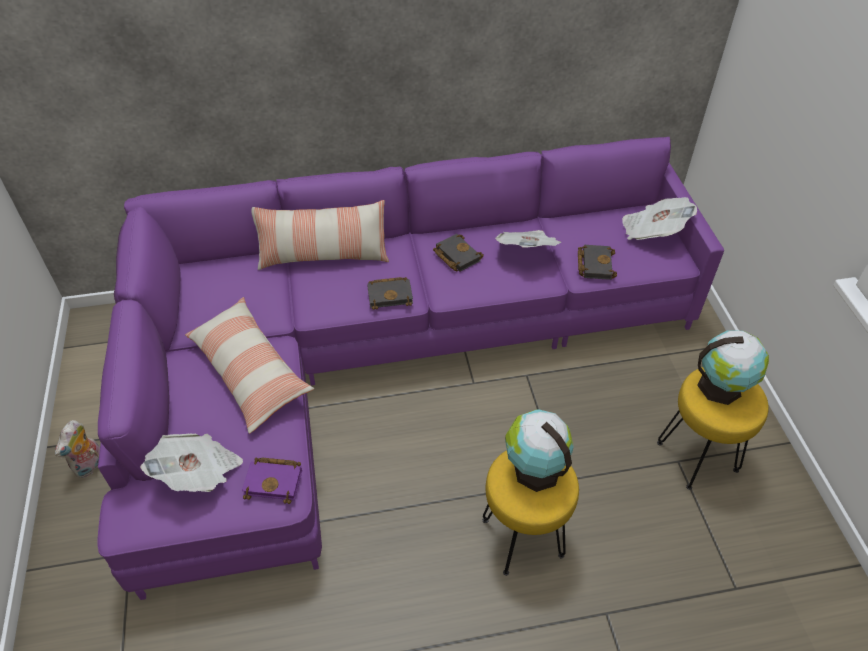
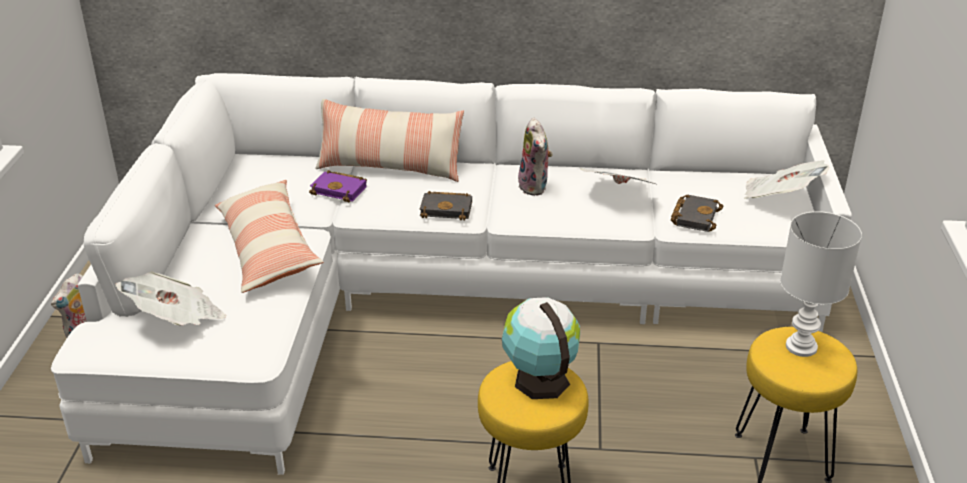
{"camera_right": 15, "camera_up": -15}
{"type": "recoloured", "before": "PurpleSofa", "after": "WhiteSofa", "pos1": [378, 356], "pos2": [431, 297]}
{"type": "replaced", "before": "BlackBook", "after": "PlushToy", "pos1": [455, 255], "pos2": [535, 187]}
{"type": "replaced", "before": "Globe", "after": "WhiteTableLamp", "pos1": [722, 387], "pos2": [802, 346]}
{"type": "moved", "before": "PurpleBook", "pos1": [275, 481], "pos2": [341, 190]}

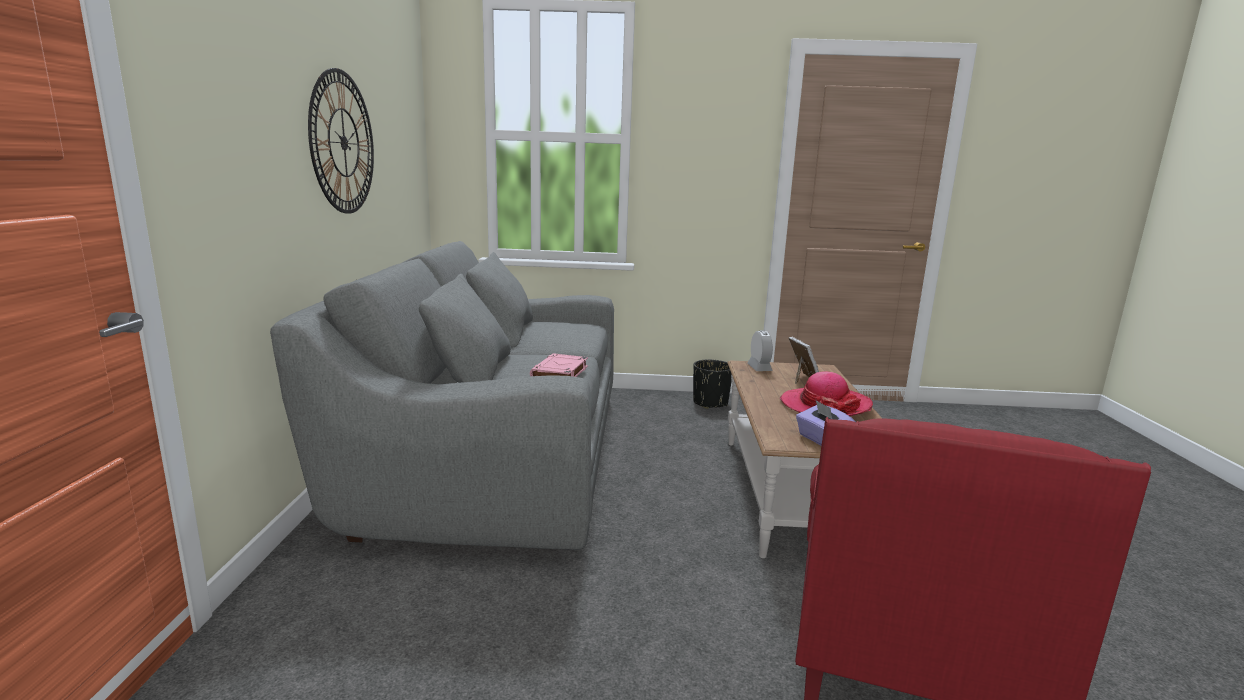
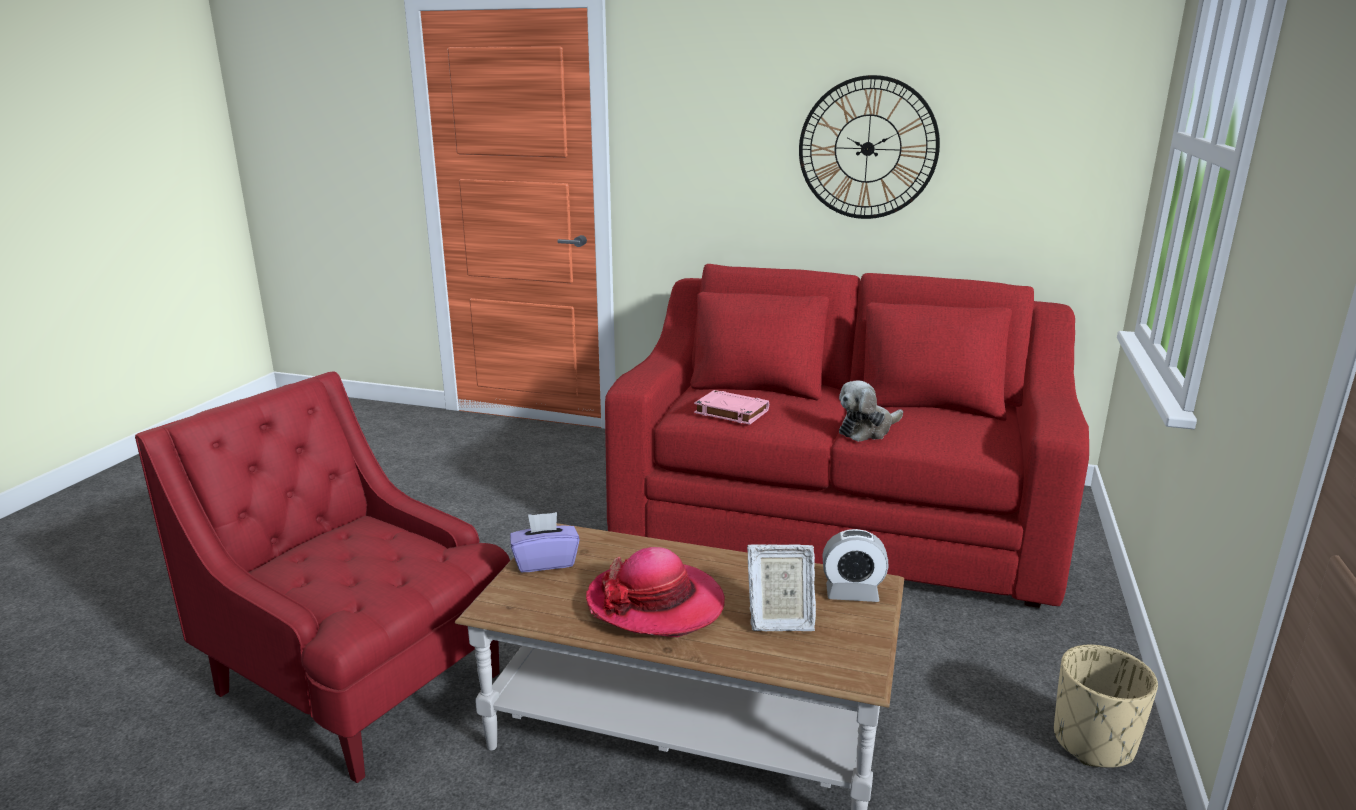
{"camera_right": 105, "camera_up": 5}
{"type": "recoloured", "before": "GreySofa", "after": "RedSofa", "pos1": [492, 455], "pos2": [837, 514]}
{"type": "recoloured", "before": "BlackPlanter", "after": "BeigePlanter", "pos1": [710, 403], "pos2": [1094, 743]}
{"type": "added", "after": "PlushToy", "pos2": [867, 430]}

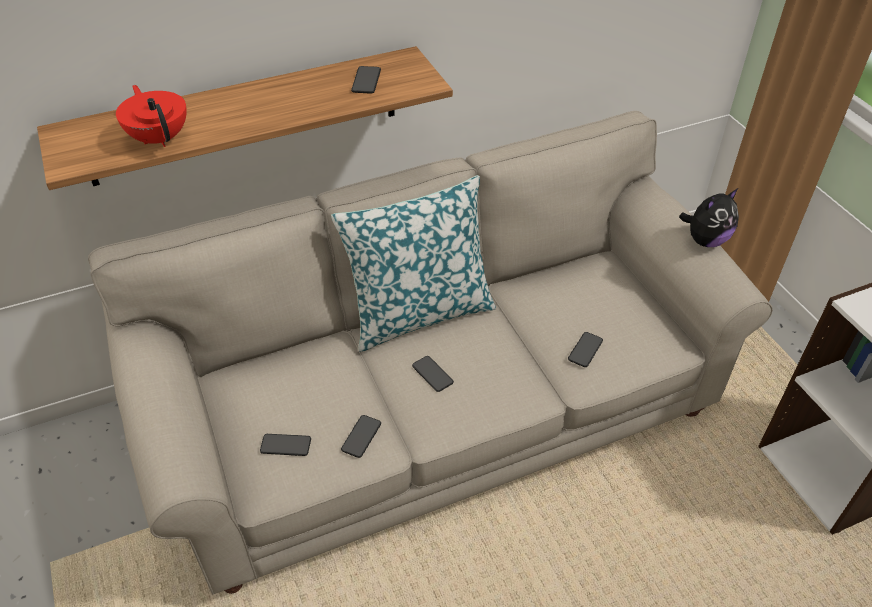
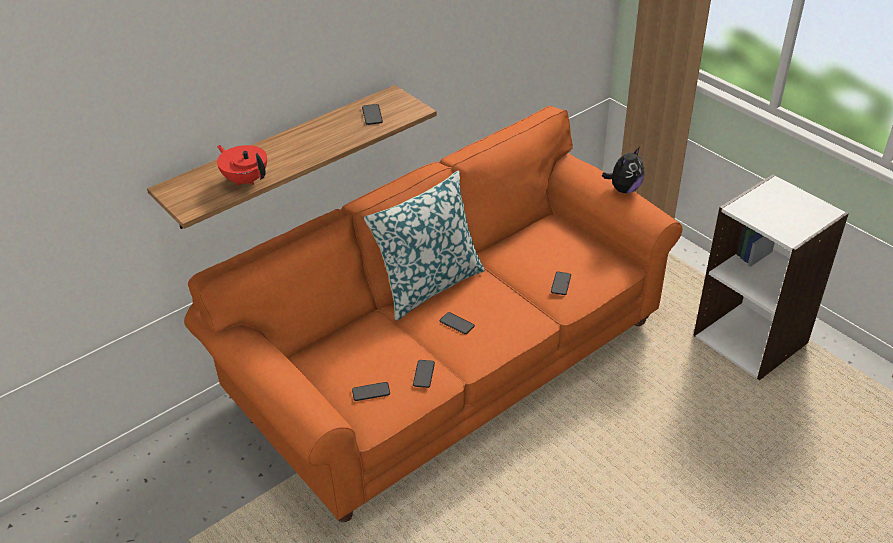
{"camera_right": -15, "camera_up": -5}
{"type": "recoloured", "before": "BeigeSofa", "after": "OrangeSofa", "pos1": [436, 408], "pos2": [449, 363]}

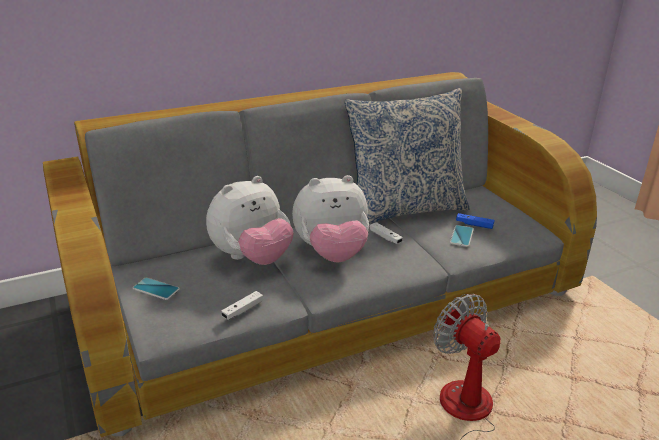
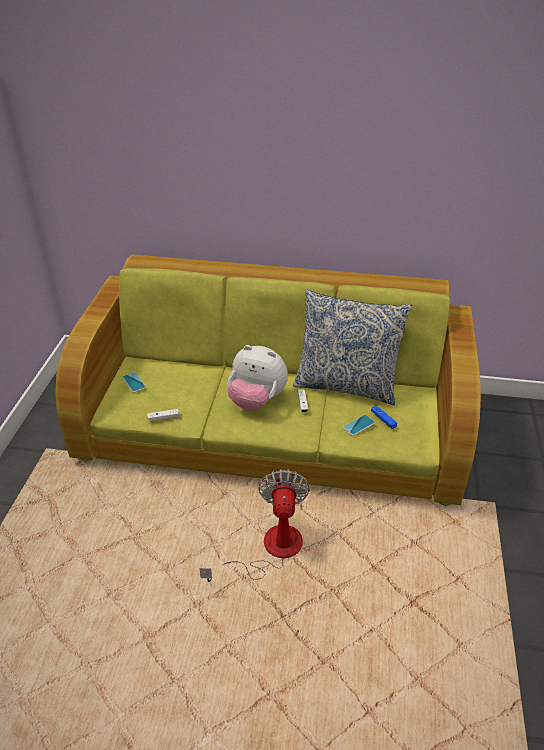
{"camera_right": 35, "camera_up": 10}
{"type": "recoloured", "before": "GreySofa", "after": "GreenSofa", "pos1": [329, 296], "pos2": [273, 427]}
{"type": "removed", "before": "PlushToy", "pos1": [252, 258]}

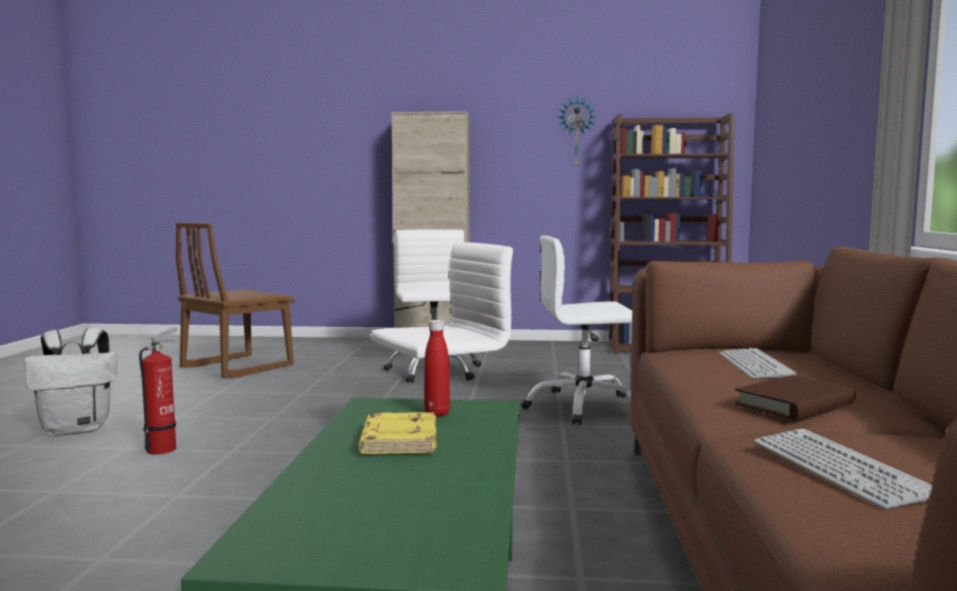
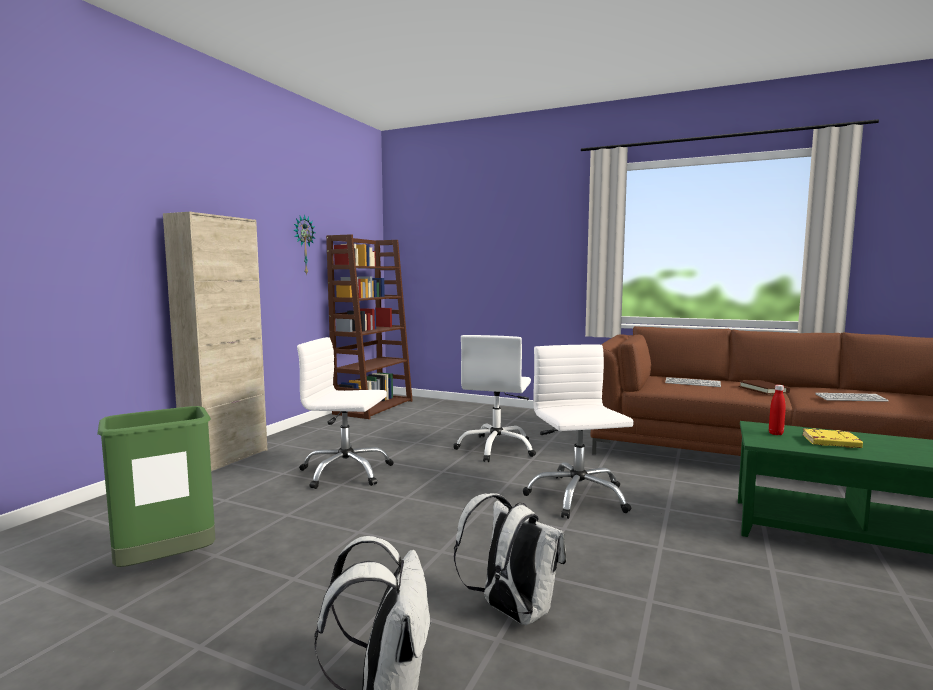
{"camera_right": -70, "camera_up": 0}
{"type": "replaced", "before": "BrownChair", "after": "GreenTrashCan", "pos1": [236, 367], "pos2": [166, 565]}
{"type": "replaced", "before": "FireExtinguisher", "after": "WhiteBackpack", "pos1": [164, 448], "pos2": [511, 612]}

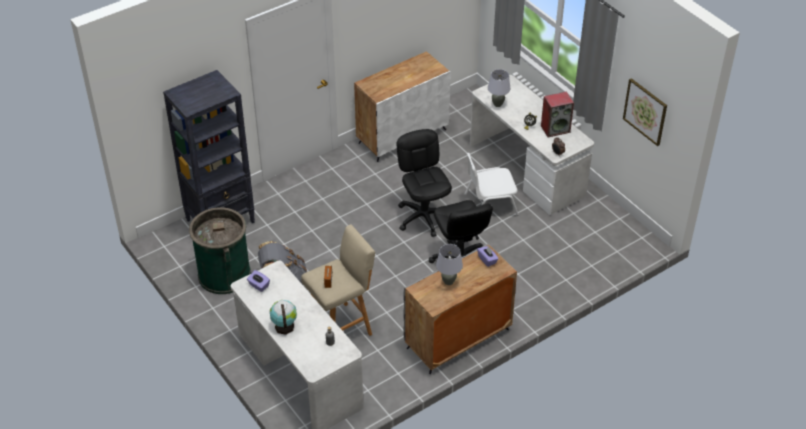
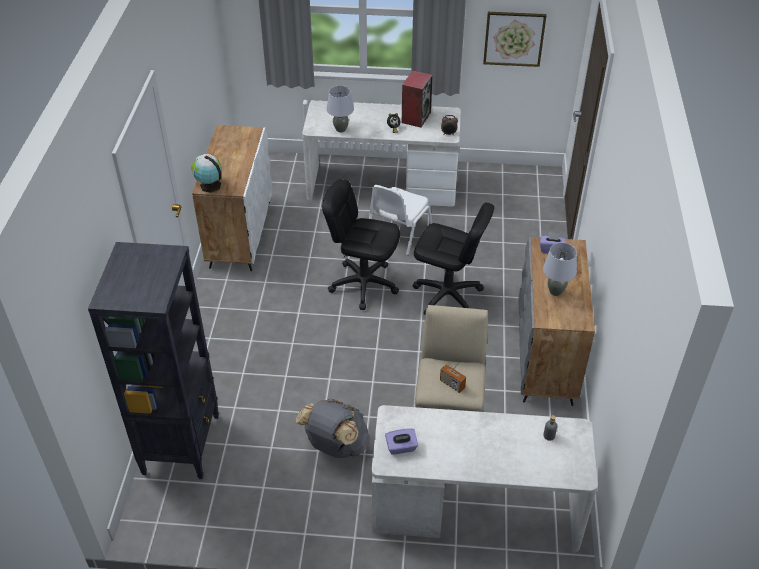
{"camera_right": -50, "camera_up": 0}
{"type": "removed", "before": "GreenTrashCan", "pos1": [224, 274]}
{"type": "moved", "before": "Globe", "pos1": [284, 326], "pos2": [209, 185]}

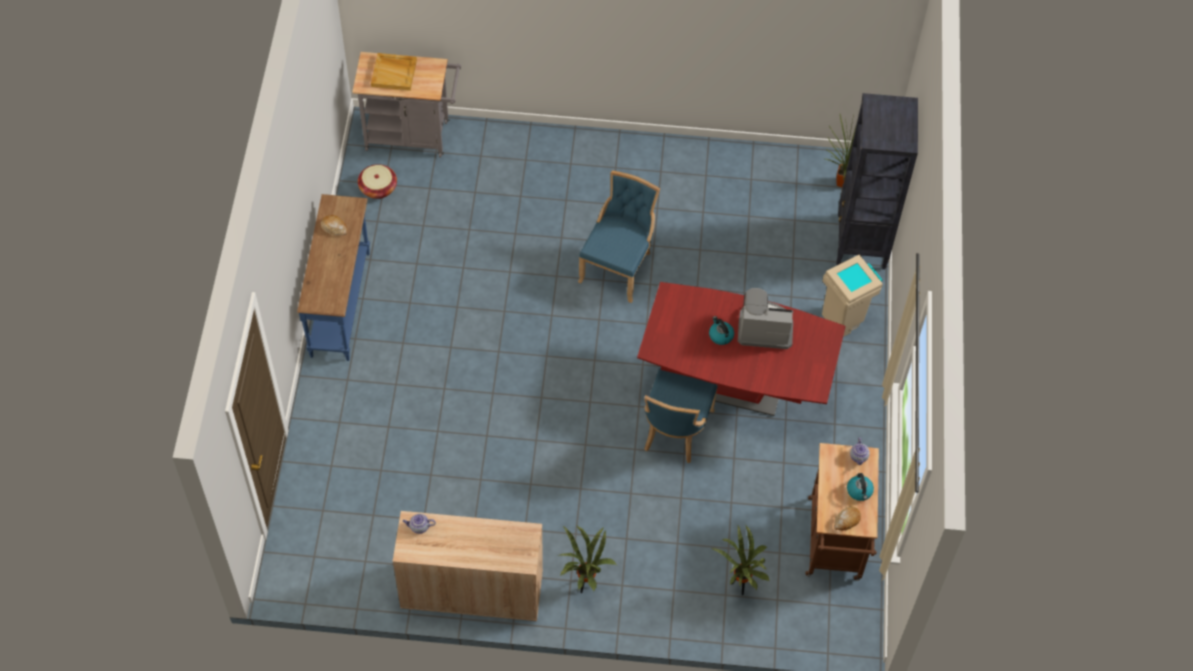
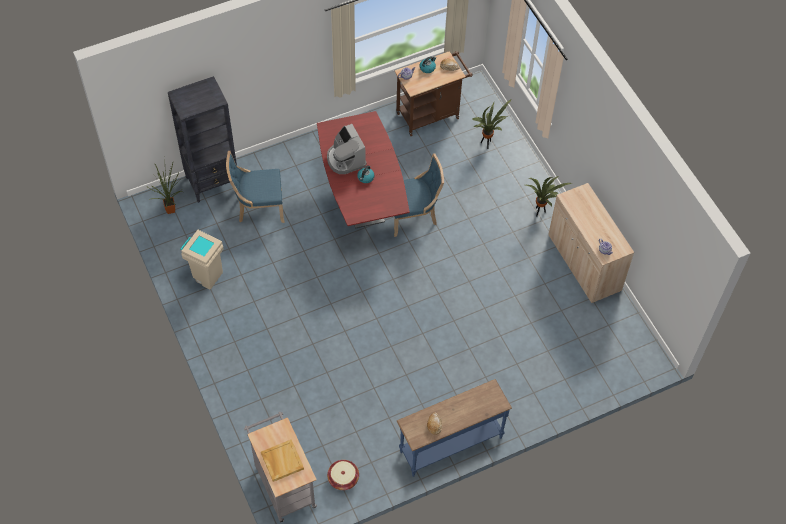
{"camera_right": -120, "camera_up": 0}
{"type": "moved", "before": "BlueChair", "pos1": [618, 266], "pos2": [258, 207]}
{"type": "moved", "before": "BeigeTrashCan", "pos1": [844, 319], "pos2": [206, 276]}

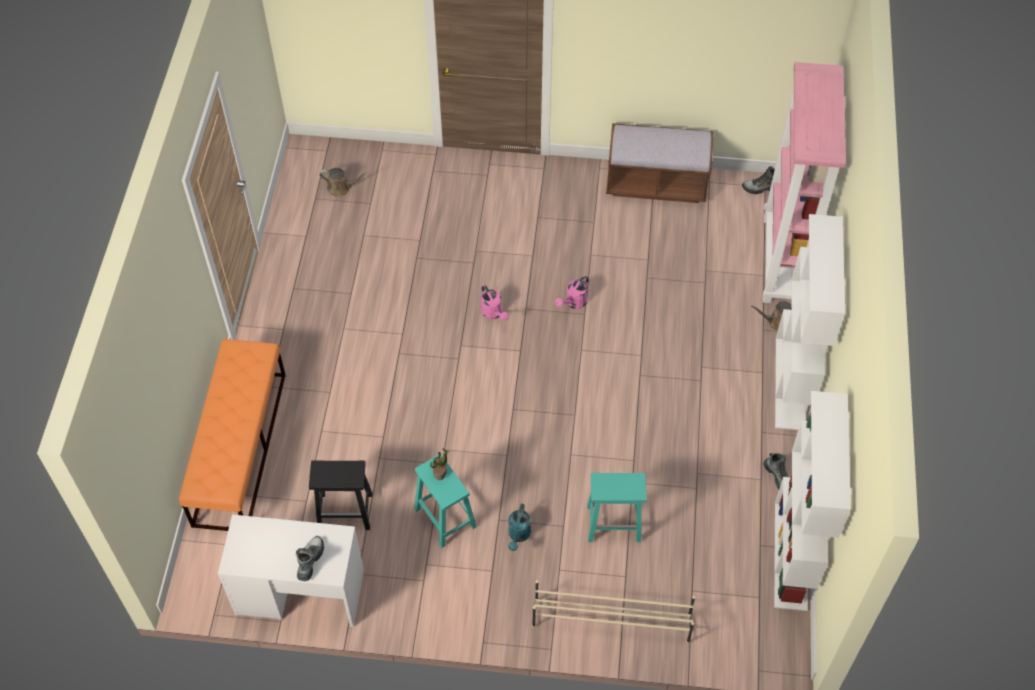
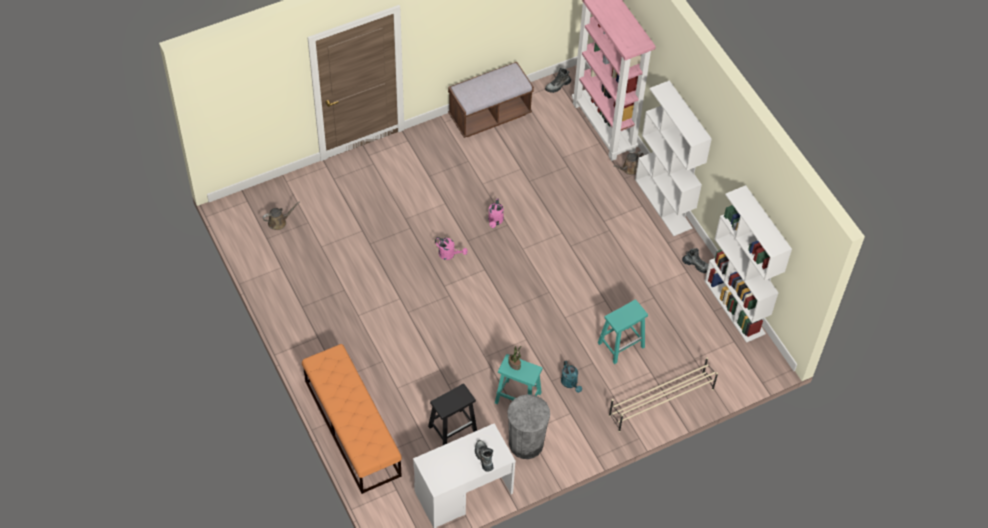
{"camera_right": -35, "camera_up": 0}
{"type": "added", "after": "GreyTrashCan", "pos2": [526, 443]}

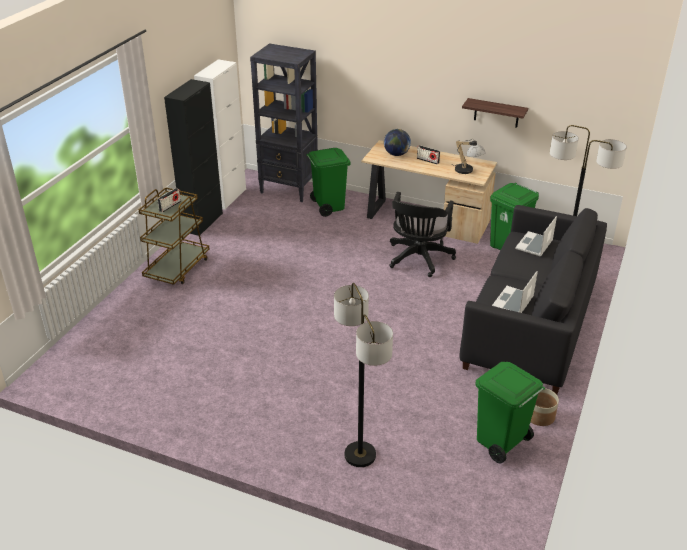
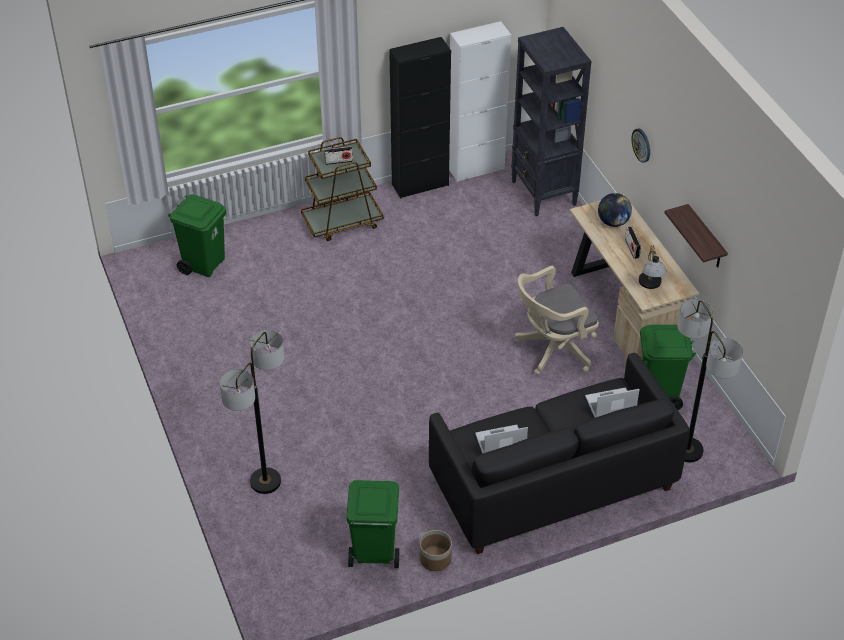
{"camera_right": 45, "camera_up": 10}
{"type": "moved", "before": "GreenTrashCan", "pos1": [328, 206], "pos2": [204, 264]}
{"type": "recoloured", "before": "BlackOfficeChair", "after": "BeigeOfficeChair", "pos1": [418, 260], "pos2": [552, 349]}
{"type": "added", "after": "WallClock", "pos2": [641, 145]}

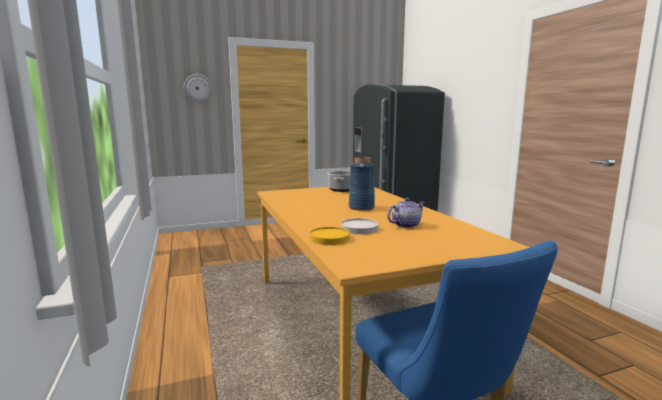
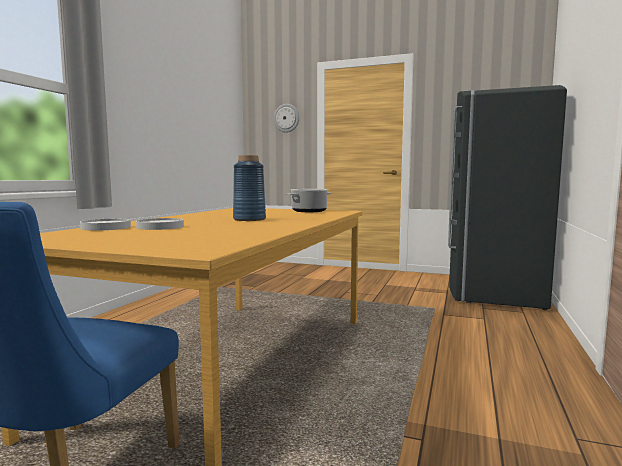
{"camera_right": 40, "camera_up": -5}
{"type": "removed", "before": "Teapot", "pos1": [405, 225]}
{"type": "recoloured", "before": "YellowPlate", "after": "WhitePlate", "pos1": [329, 238], "pos2": [105, 227]}

